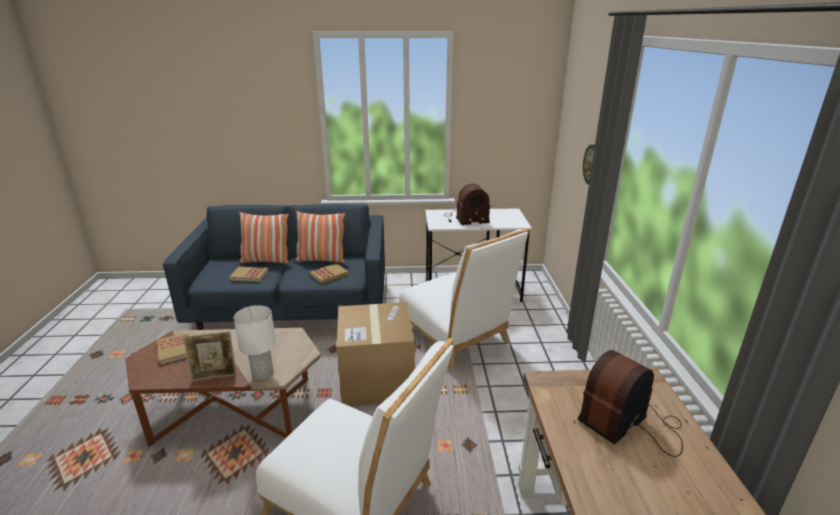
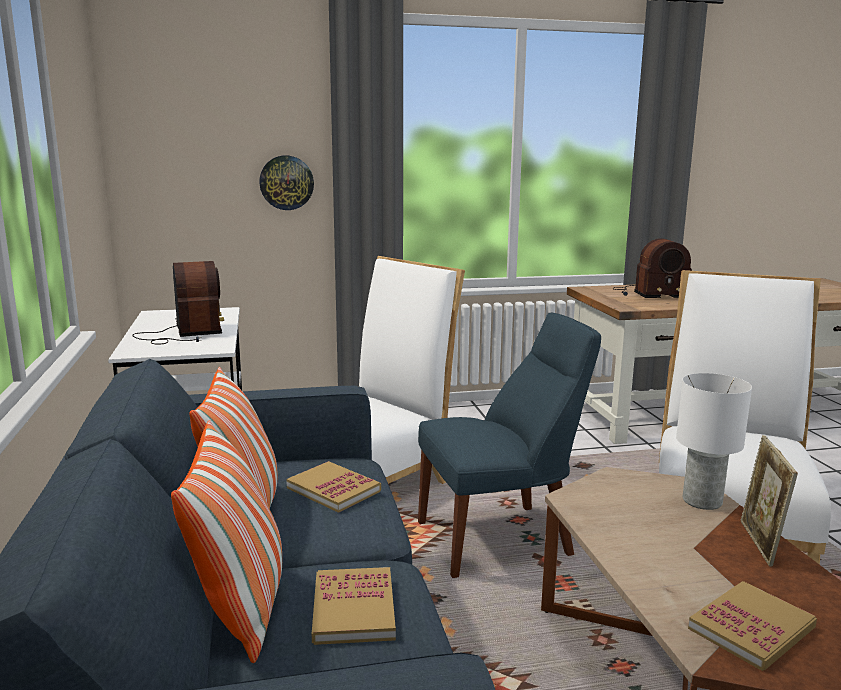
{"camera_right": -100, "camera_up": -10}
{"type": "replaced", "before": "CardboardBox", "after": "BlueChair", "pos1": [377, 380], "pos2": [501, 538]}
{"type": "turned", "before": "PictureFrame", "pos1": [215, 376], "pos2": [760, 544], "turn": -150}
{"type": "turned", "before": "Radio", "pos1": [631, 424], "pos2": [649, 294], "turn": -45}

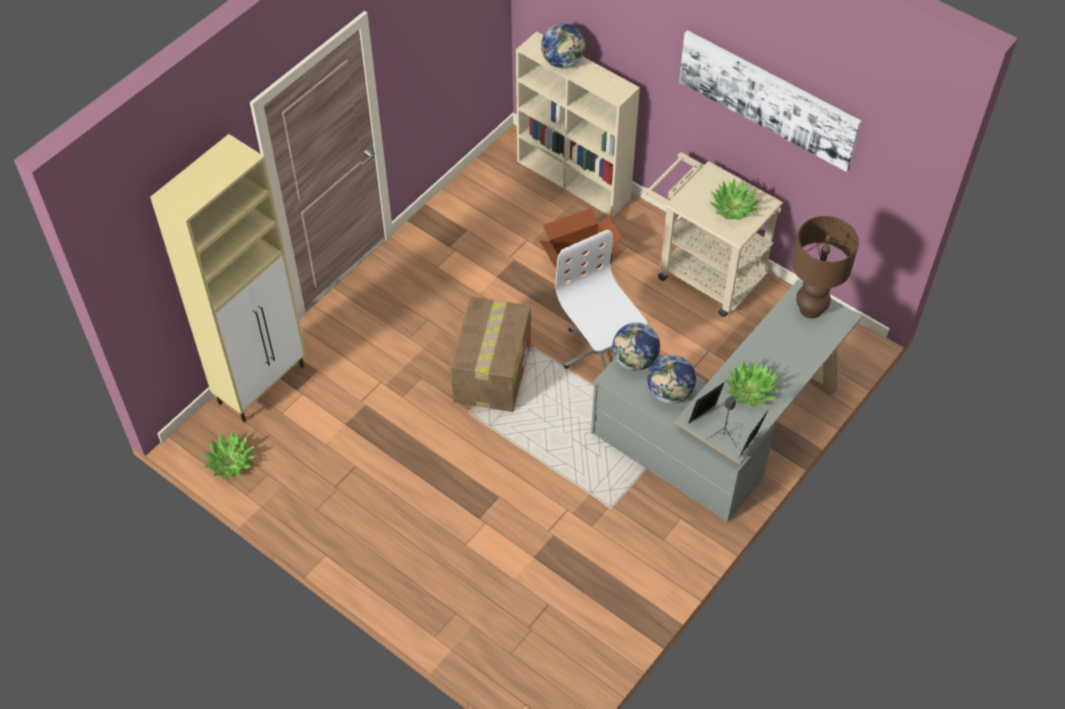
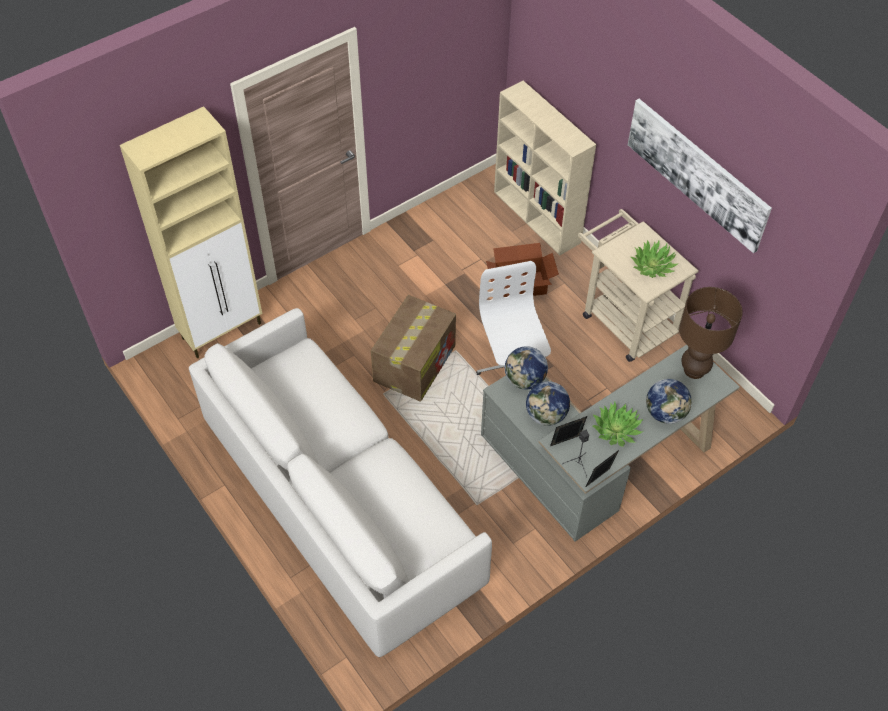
{"camera_right": 15, "camera_up": 0}
{"type": "moved", "before": "Globe", "pos1": [563, 62], "pos2": [665, 413]}
{"type": "removed", "before": "PottedPlant", "pos1": [230, 461]}
{"type": "added", "after": "WhiteSofa", "pos2": [340, 502]}

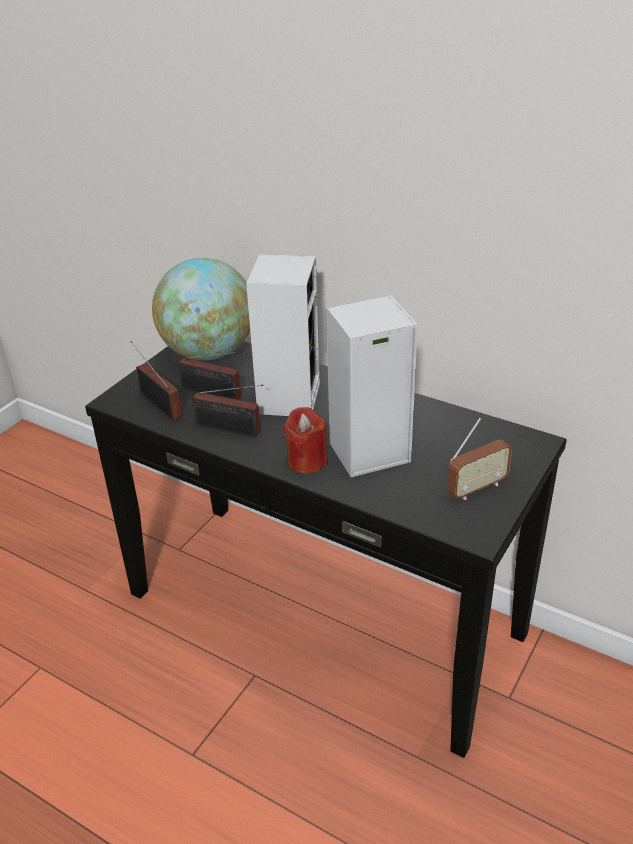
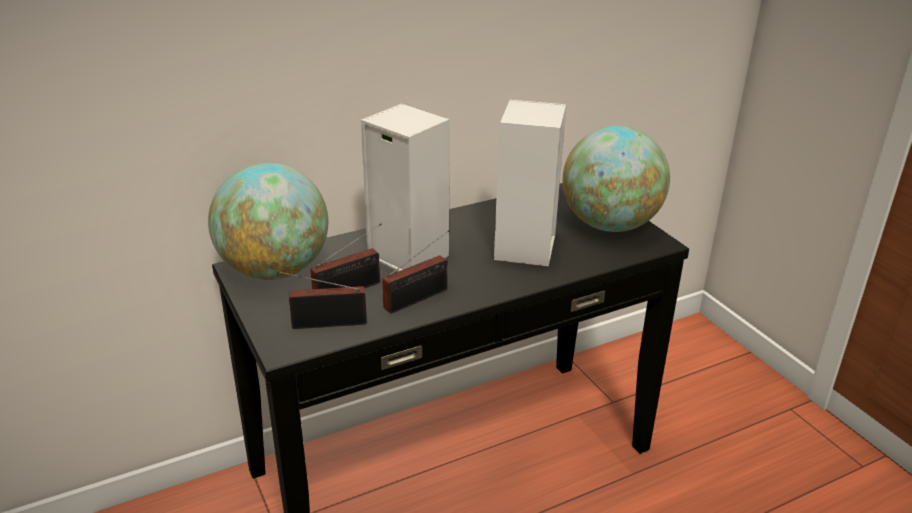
{"camera_right": -60, "camera_up": -5}
{"type": "removed", "before": "RedCandle", "pos1": [306, 461]}
{"type": "replaced", "before": "Radio", "after": "Globe", "pos1": [476, 488], "pos2": [609, 225]}

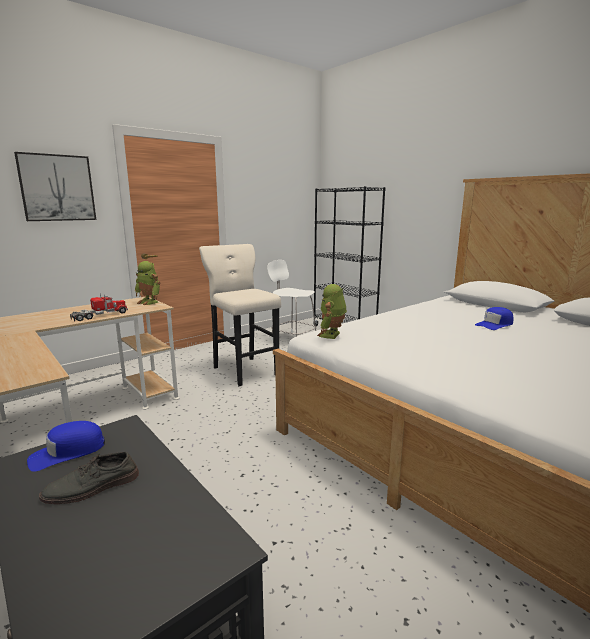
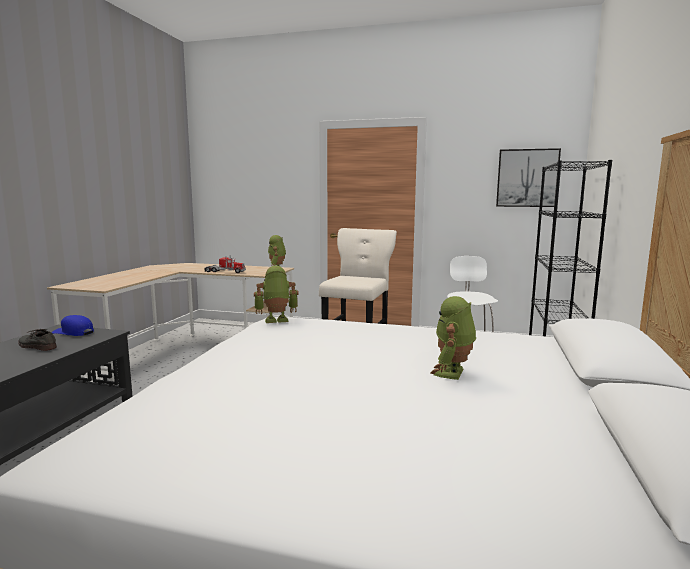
{"camera_right": 55, "camera_up": -5}
{"type": "moved", "before": "Picture", "pos1": [57, 188], "pos2": [527, 178]}
{"type": "replaced", "before": "BlueCap", "after": "ToyRobot", "pos1": [494, 324], "pos2": [452, 373]}

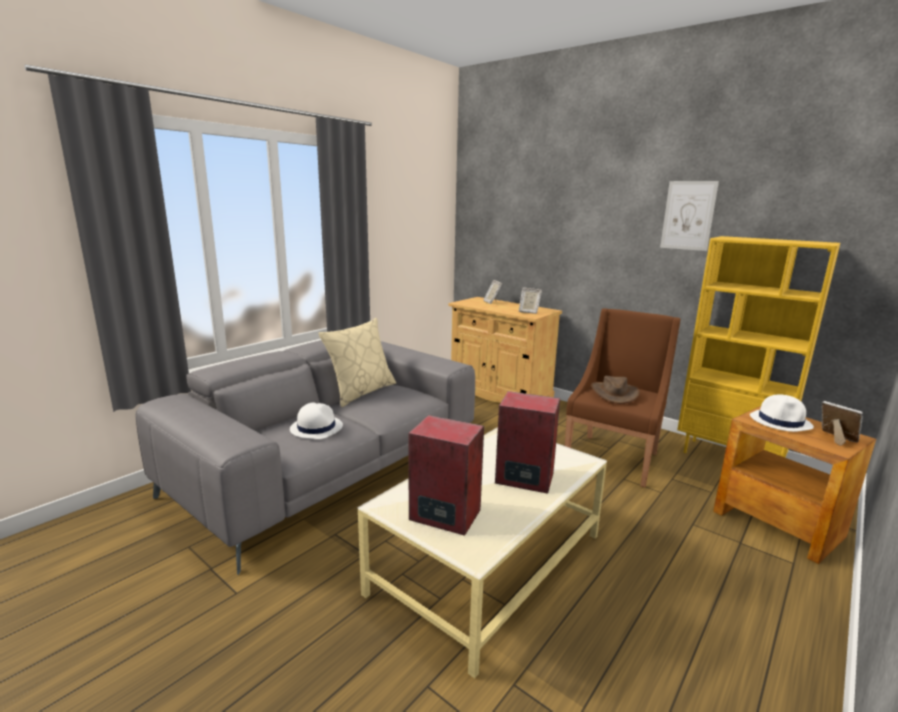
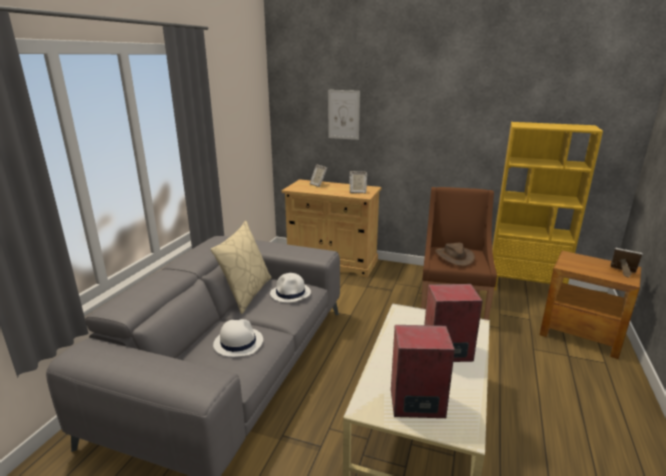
{"camera_right": -20, "camera_up": 5}
{"type": "moved", "before": "Picture", "pos1": [688, 215], "pos2": [343, 114]}
{"type": "moved", "before": "WhiteHat", "pos1": [781, 422], "pos2": [290, 293]}

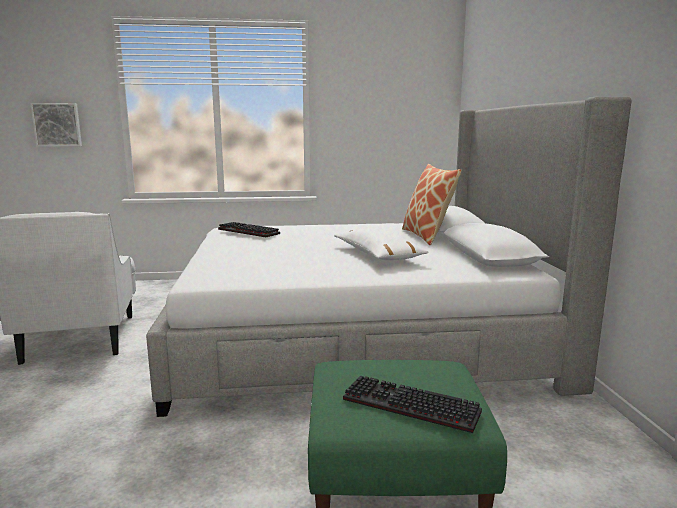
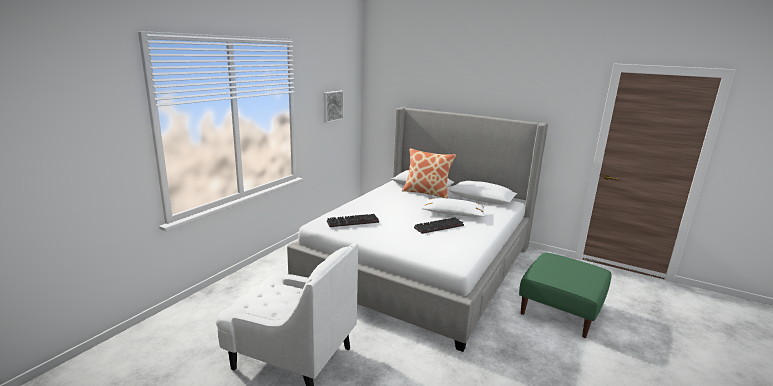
{"camera_right": -55, "camera_up": 5}
{"type": "moved", "before": "Picture", "pos1": [57, 125], "pos2": [332, 106]}
{"type": "moved", "before": "Keyboard", "pos1": [407, 406], "pos2": [438, 227]}

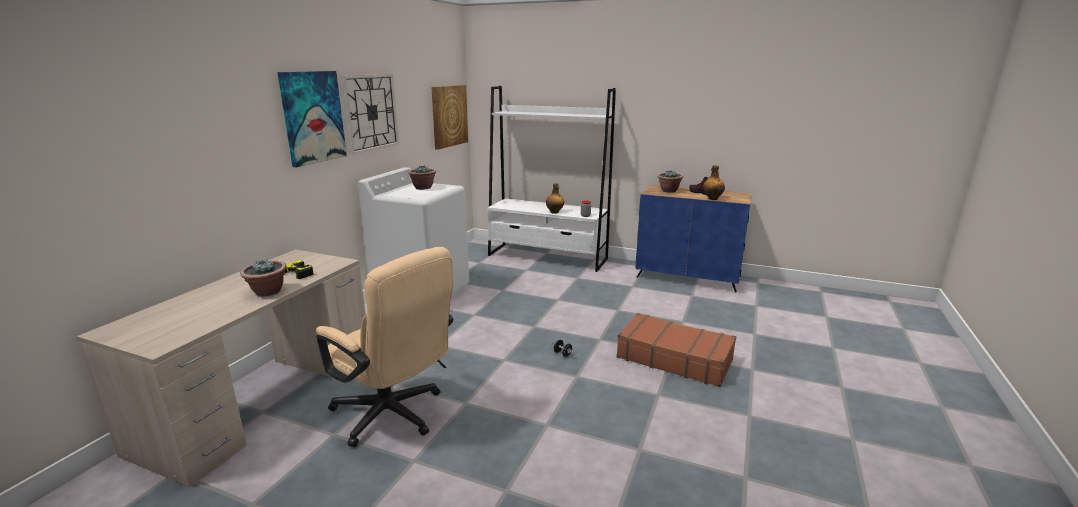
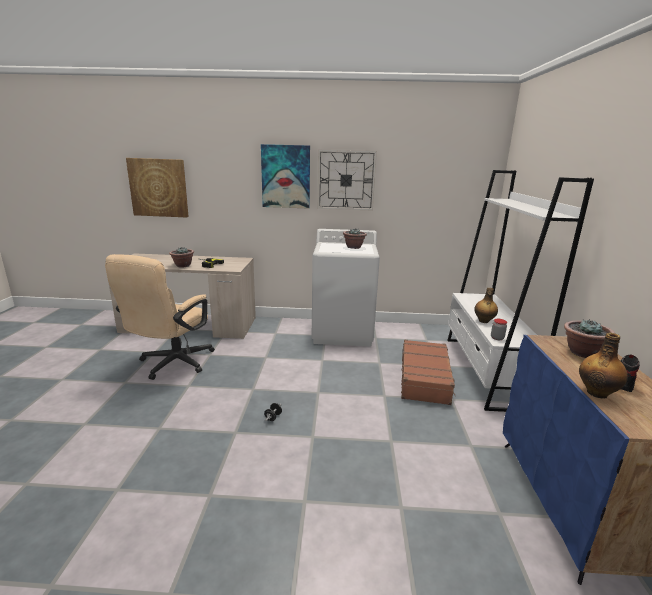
{"camera_right": 70, "camera_up": 0}
{"type": "moved", "before": "Picture", "pos1": [449, 116], "pos2": [158, 188]}
{"type": "moved", "before": "BrownSuitcase", "pos1": [674, 358], "pos2": [425, 379]}

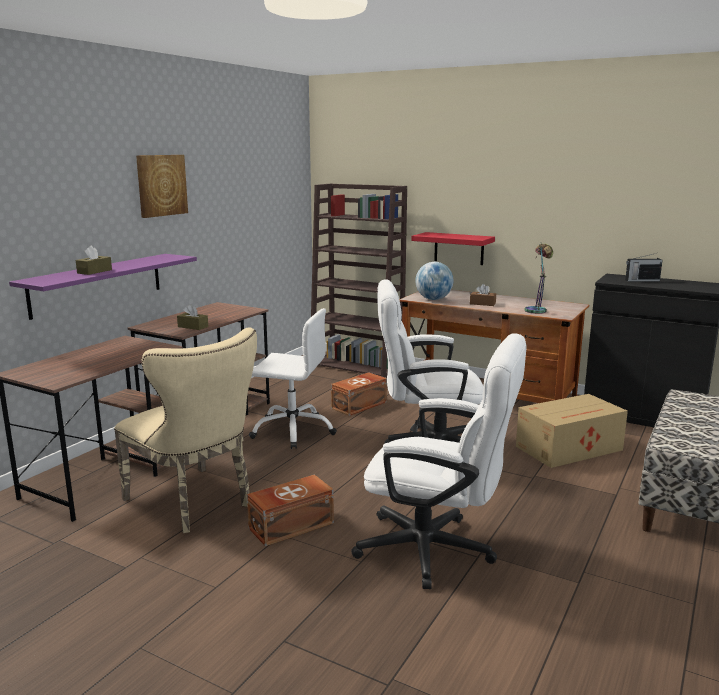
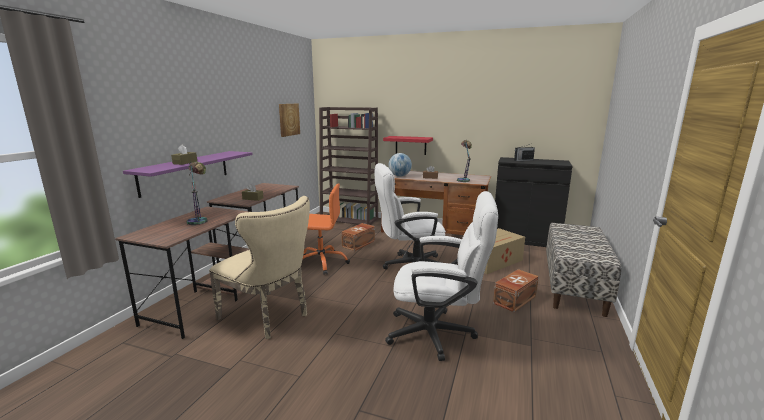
{"camera_right": -10, "camera_up": 0}
{"type": "moved", "before": "Picture", "pos1": [161, 185], "pos2": [288, 119]}
{"type": "recoloured", "before": "WhiteOfficeChair", "after": "OrangeOfficeChair", "pos1": [293, 430], "pos2": [321, 262]}
{"type": "moved", "before": "BrownStorageBox", "pos1": [289, 525], "pos2": [514, 299]}
{"type": "added", "after": "TableLamp", "pos2": [200, 220]}

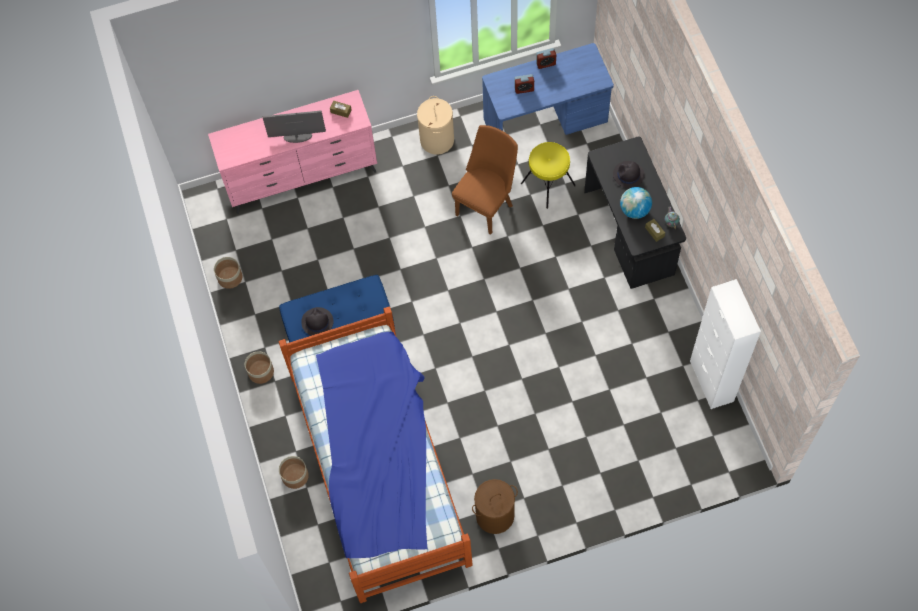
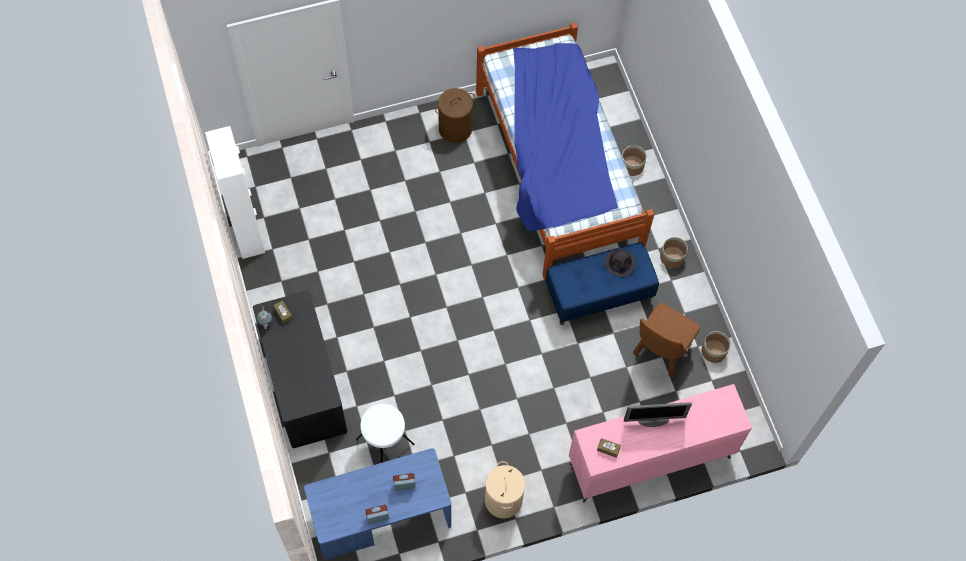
{"camera_right": 175, "camera_up": 0}
{"type": "moved", "before": "BrownChair", "pos1": [486, 206], "pos2": [659, 353]}
{"type": "recoloured", "before": "YellowStool", "after": "WhiteStool", "pos1": [548, 184], "pos2": [385, 441]}
{"type": "removed", "before": "BlackHat", "pos1": [628, 175]}
{"type": "removed", "before": "Globe", "pos1": [634, 210]}

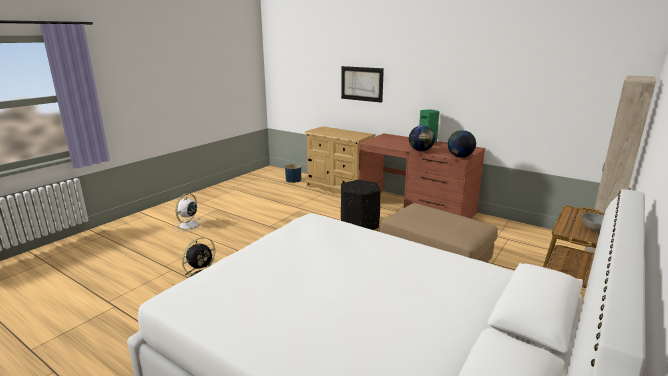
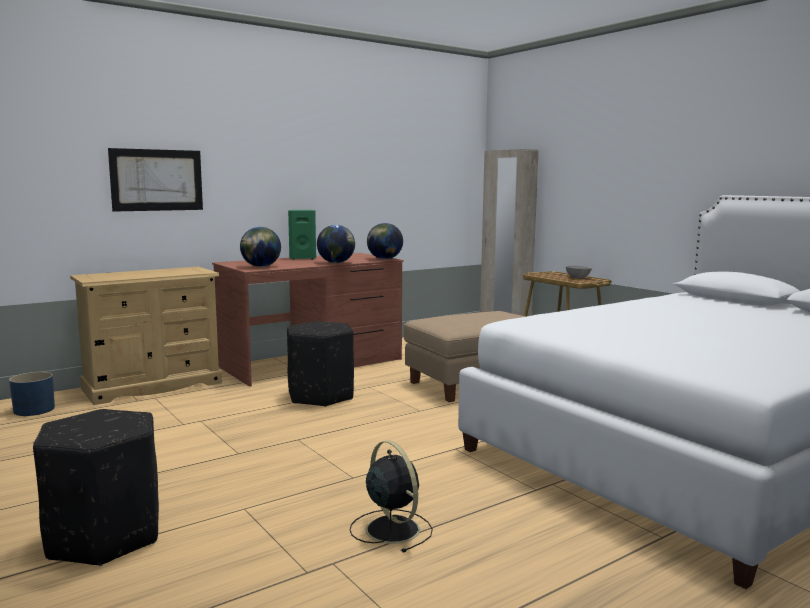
{"camera_right": -70, "camera_up": -10}
{"type": "replaced", "before": "WhiteFan", "after": "BlackOttoman", "pos1": [188, 225], "pos2": [105, 537]}
{"type": "added", "after": "Globe", "pos2": [261, 266]}

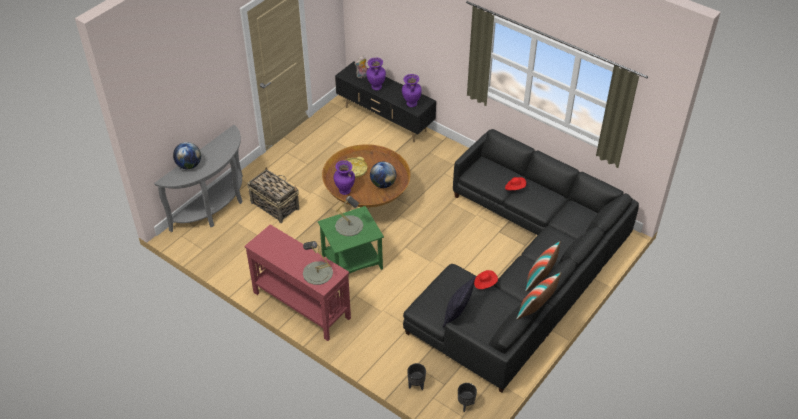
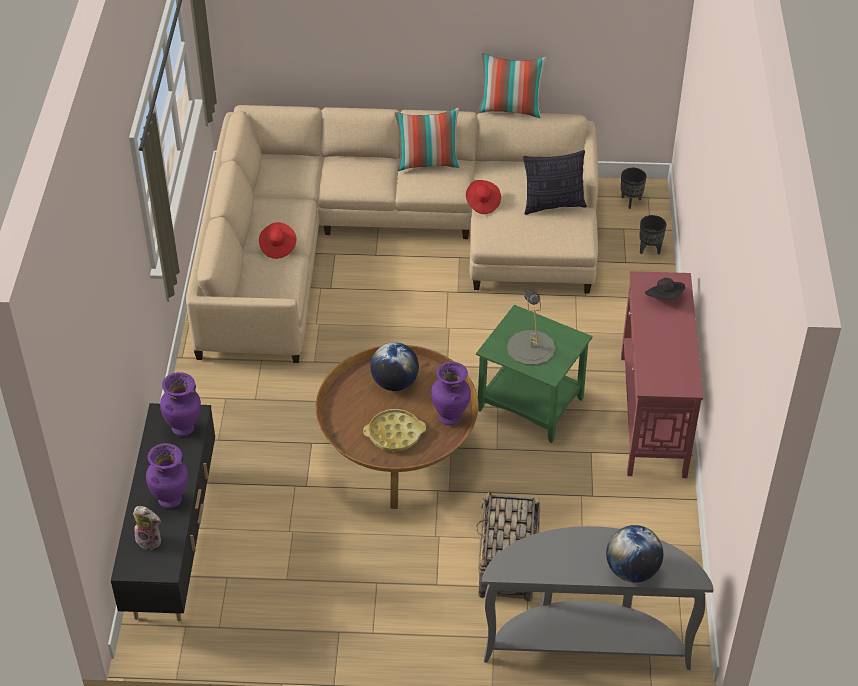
{"camera_right": -125, "camera_up": 0}
{"type": "recoloured", "before": "BlackSofa", "after": "BeigeSofa", "pos1": [521, 270], "pos2": [384, 240]}
{"type": "replaced", "before": "GreyTableLamp", "after": "BlackHat", "pos1": [317, 273], "pos2": [664, 297]}

